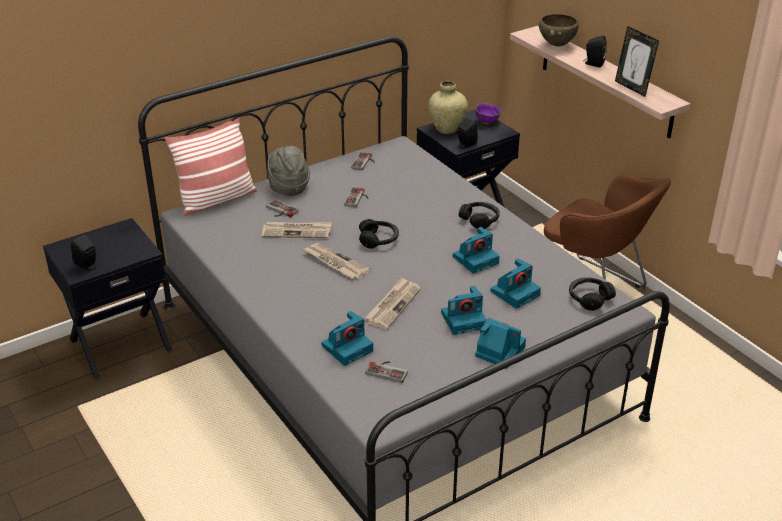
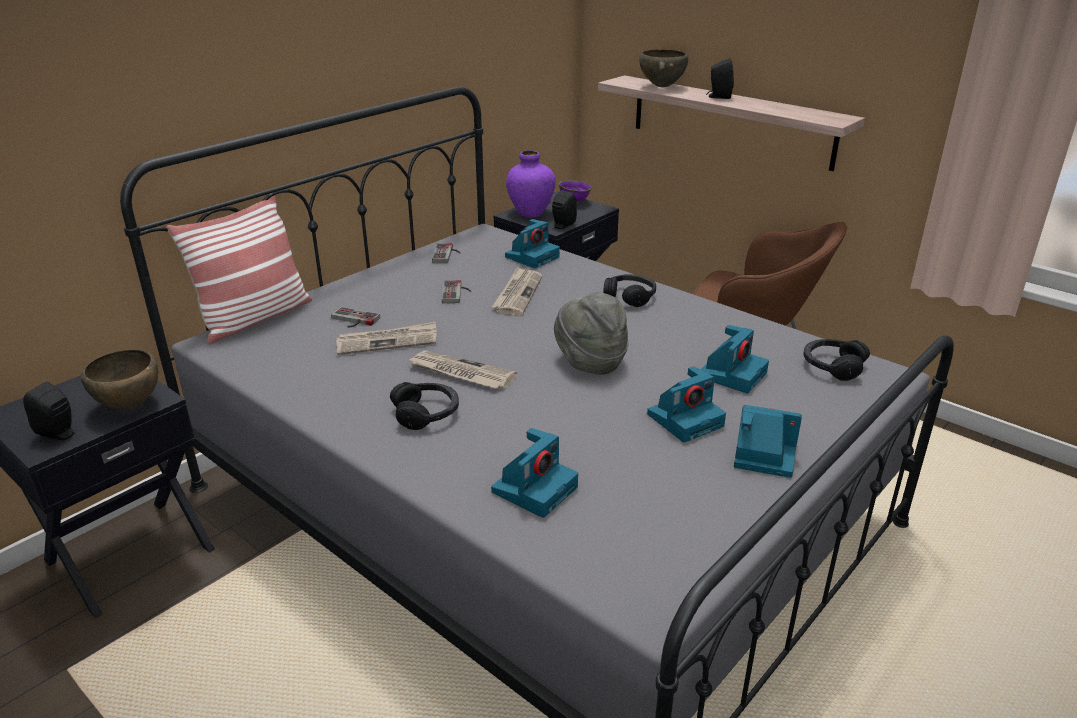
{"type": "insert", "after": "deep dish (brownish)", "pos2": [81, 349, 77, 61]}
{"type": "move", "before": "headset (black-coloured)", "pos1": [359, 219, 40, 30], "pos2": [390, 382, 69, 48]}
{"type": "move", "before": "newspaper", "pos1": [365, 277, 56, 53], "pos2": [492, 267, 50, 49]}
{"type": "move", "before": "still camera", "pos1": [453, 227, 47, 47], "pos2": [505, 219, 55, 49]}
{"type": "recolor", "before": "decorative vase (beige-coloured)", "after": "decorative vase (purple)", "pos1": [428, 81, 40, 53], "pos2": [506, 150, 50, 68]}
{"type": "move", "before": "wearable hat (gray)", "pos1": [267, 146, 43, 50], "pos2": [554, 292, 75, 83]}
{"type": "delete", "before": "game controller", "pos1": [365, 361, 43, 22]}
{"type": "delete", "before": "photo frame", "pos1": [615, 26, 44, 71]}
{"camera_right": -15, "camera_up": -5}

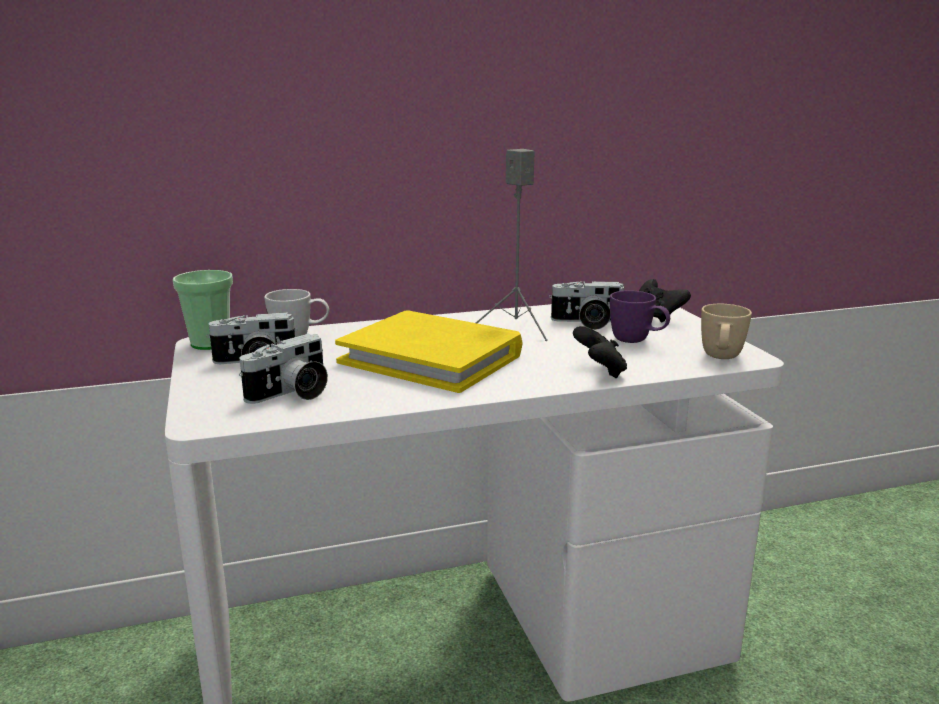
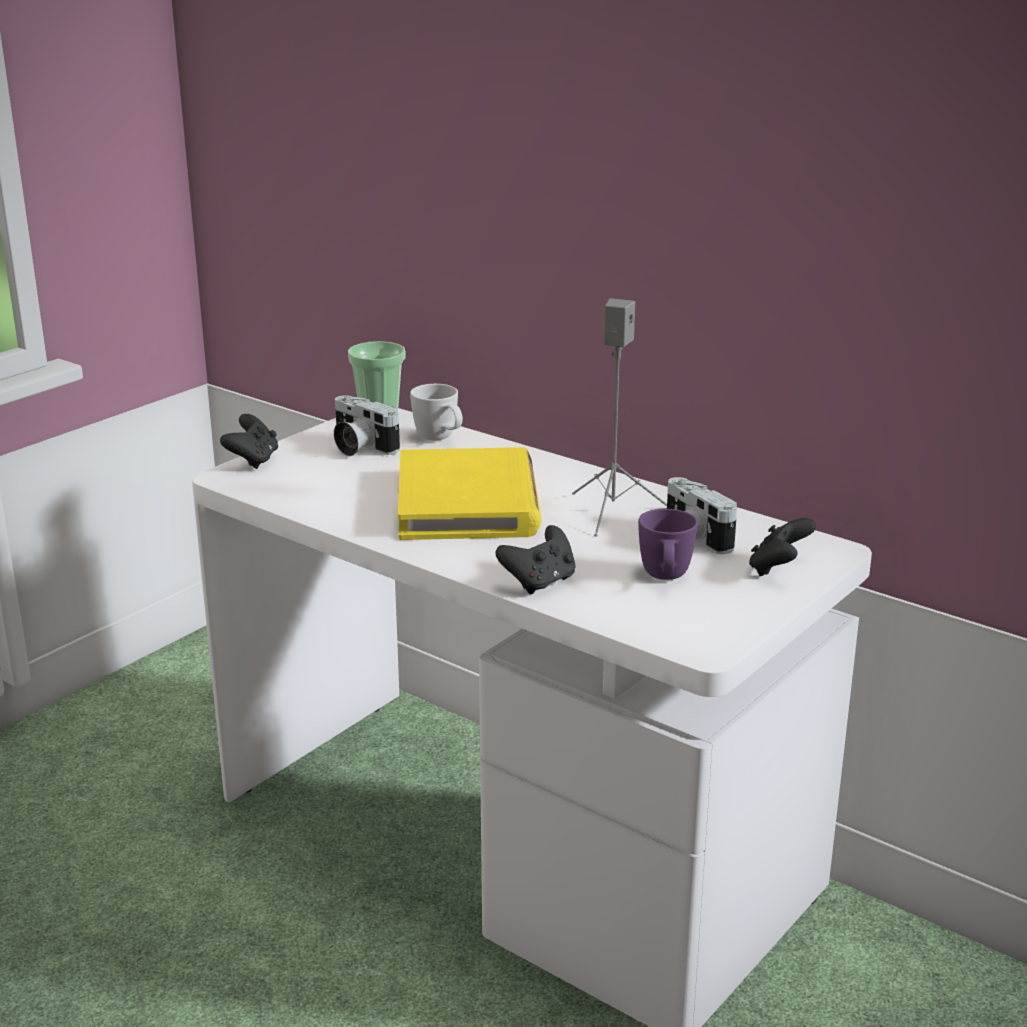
{"type": "insert", "after": "game controller (black-coloured)", "pos2": [220, 414, 58, 55]}
{"type": "delete", "before": "still camera", "pos1": [239, 334, 89, 70]}
{"type": "delete", "before": "tea mug (beige-coloured)", "pos1": [701, 304, 51, 55]}
{"camera_right": 55, "camera_up": 5}

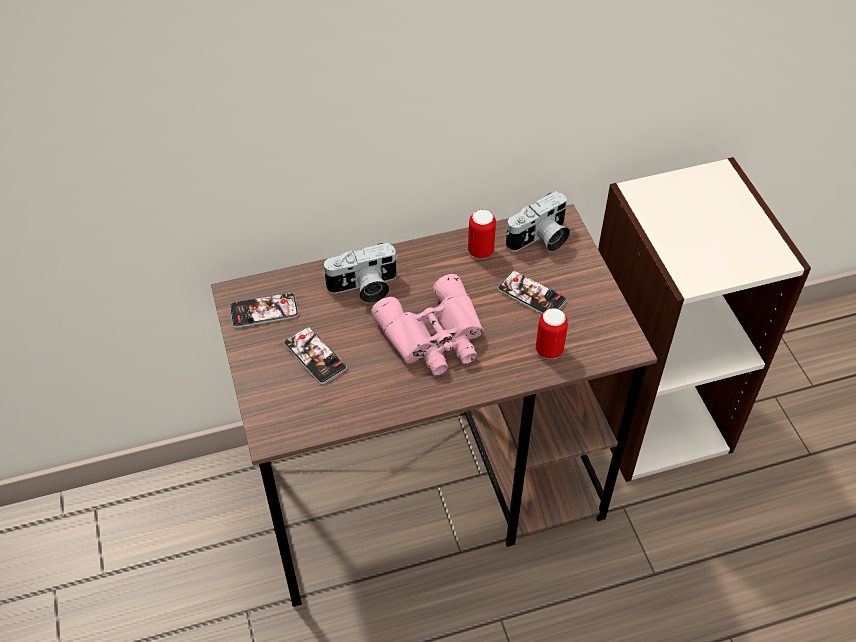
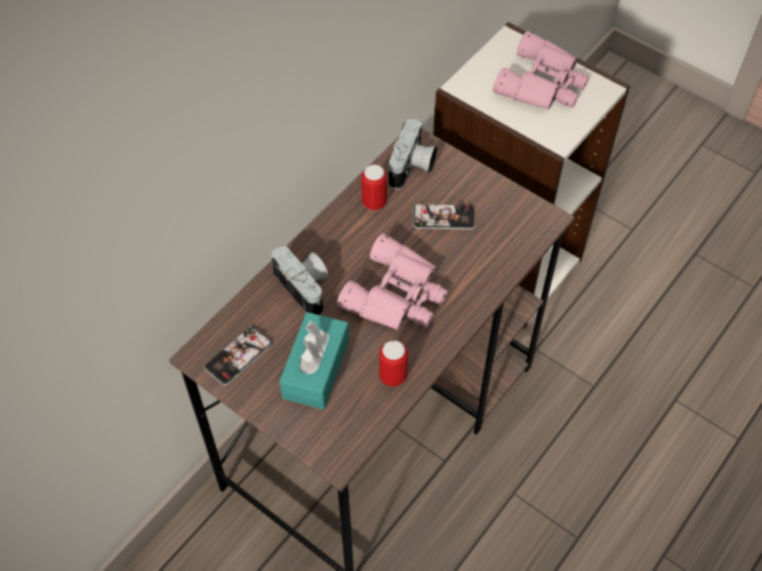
{"type": "rotate", "before": "still camera", "pos1": [322, 242, 76, 61], "pos2": [271, 245, 58, 70], "turn": -75}
{"type": "replace", "before": "phone", "after": "tissue holder (turquoise)", "pos1": [284, 327, 63, 57], "pos2": [279, 312, 70, 98]}
{"type": "move", "before": "metal can", "pos1": [536, 308, 32, 51], "pos2": [379, 340, 29, 47]}
{"type": "insert", "after": "binoculars (pink-coloured)", "pos2": [493, 31, 96, 78]}
{"camera_right": -35, "camera_up": 5}

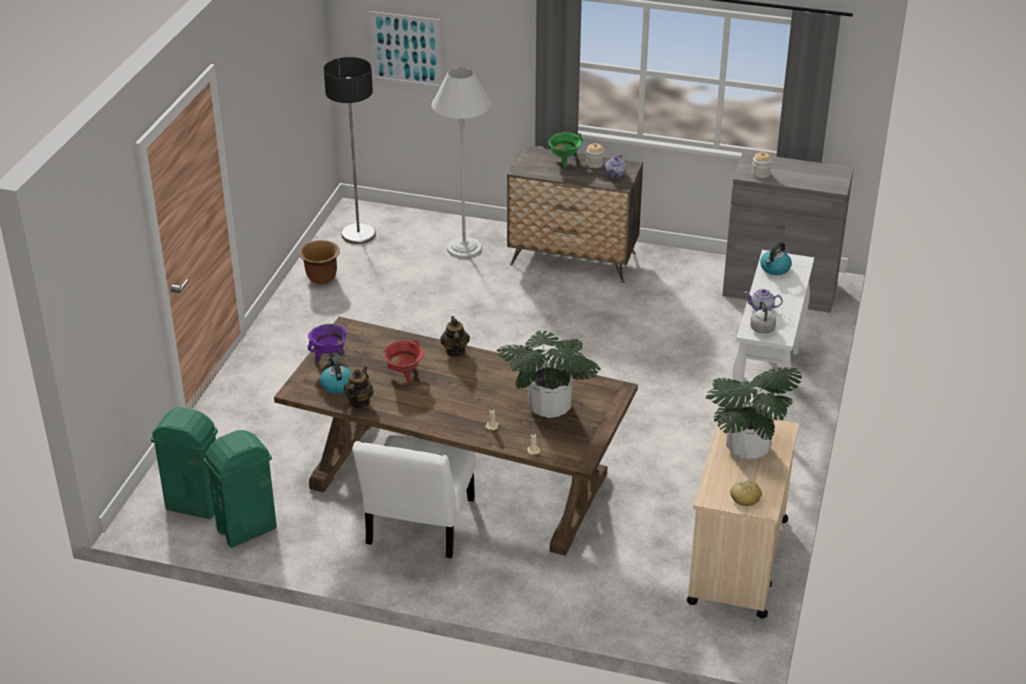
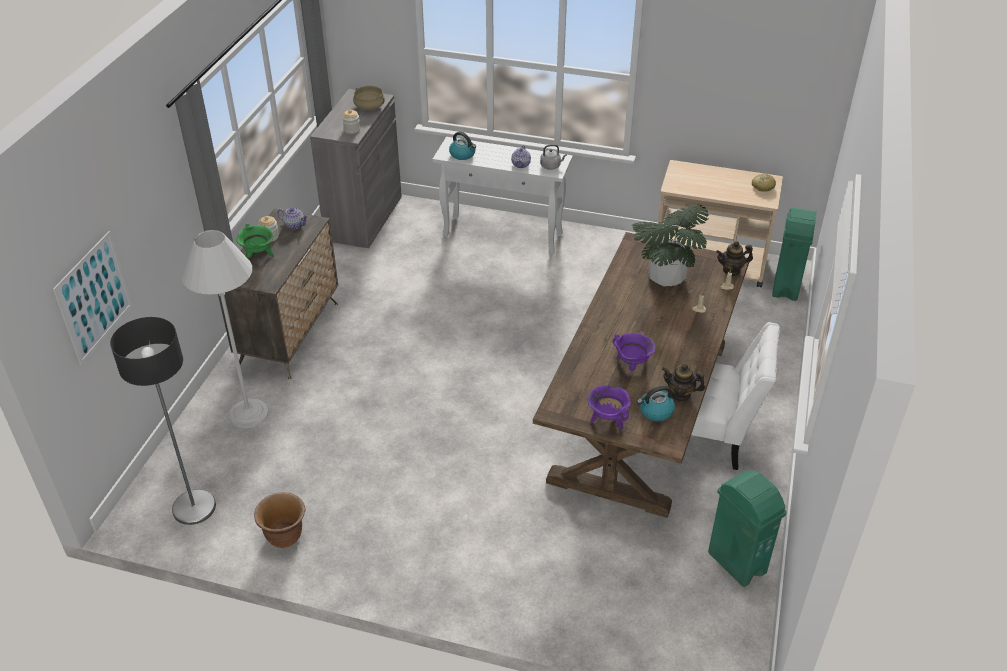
{"type": "insert", "after": "cooking pot (beige-coloured)", "pos2": [353, 86, 32, 24]}
{"type": "recolor", "before": "cooking pot (red-coloured)", "after": "cooking pot (purple)", "pos1": [384, 339, 40, 45], "pos2": [613, 333, 43, 38]}
{"type": "move", "before": "tea pot", "pos1": [440, 316, 30, 41], "pos2": [716, 241, 37, 35]}
{"type": "move", "before": "trash can (green-coloured)", "pos1": [151, 407, 67, 112], "pos2": [772, 207, 45, 94]}
{"type": "delete", "before": "plant in a pot", "pos1": [706, 367, 96, 92]}
{"camera_right": -90, "camera_up": 5}

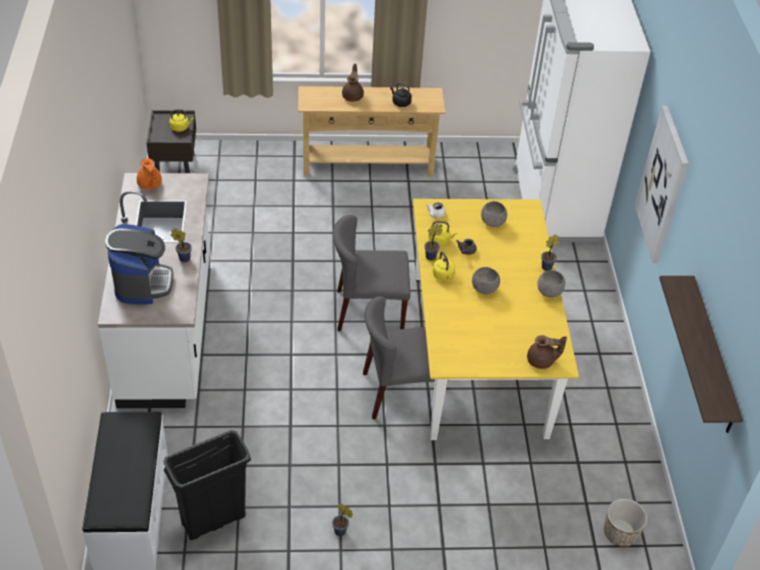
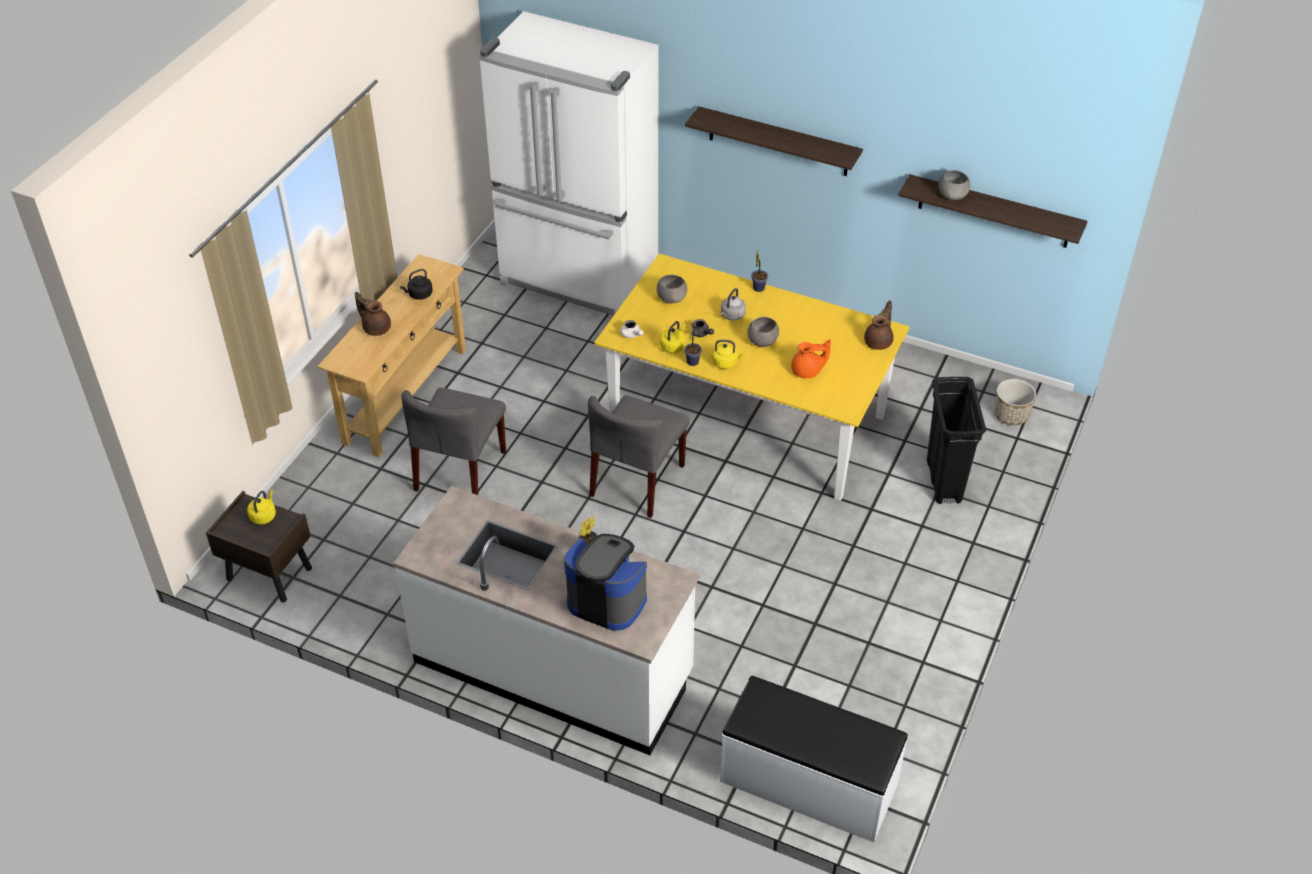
{"type": "move", "before": "chair (gray)", "pos1": [363, 296, 86, 123], "pos2": [401, 388, 105, 107]}
{"type": "replace", "before": "wall picture", "after": "bracket shelf", "pos1": [635, 106, 54, 157], "pos2": [685, 106, 178, 70]}
{"type": "insert", "after": "tea kettle (gray)", "pos2": [721, 288, 25, 33]}
{"type": "move", "before": "tea pot (orange-coloured)", "pos1": [137, 158, 25, 32], "pos2": [791, 339, 40, 39]}
{"type": "move", "before": "trash can (black-coloured)", "pos1": [164, 430, 87, 110], "pos2": [927, 377, 59, 127]}
{"type": "move", "before": "deep dish (gray)", "pos1": [537, 270, 28, 28], "pos2": [939, 170, 31, 30]}
{"type": "delete", "before": "plant in a pot", "pos1": [332, 504, 21, 32]}
{"camera_right": -60, "camera_up": 0}

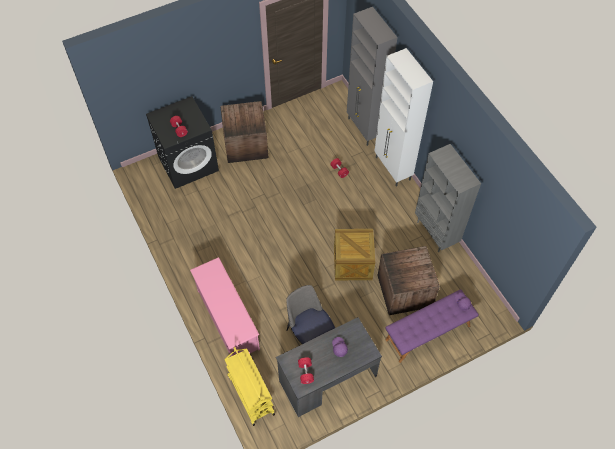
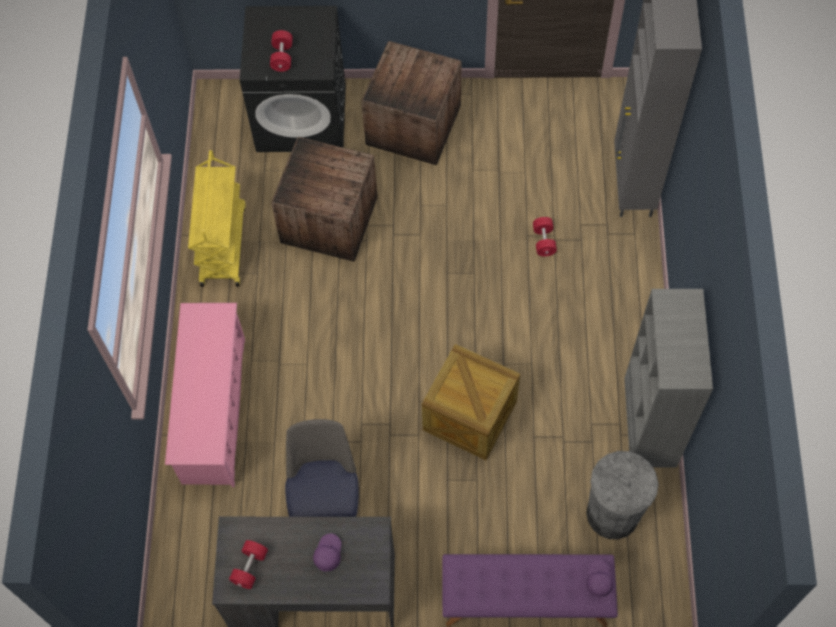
{"type": "move", "before": "wheeled cart (yellow-coloured)", "pos1": [224, 347, 51, 79], "pos2": [188, 150, 58, 137]}
{"type": "move", "before": "crate", "pos1": [378, 246, 62, 69], "pos2": [271, 137, 107, 125]}
{"type": "insert", "after": "trash can (gray)", "pos2": [586, 451, 73, 88]}
{"type": "delete", "before": "cabinet (white-coloured)", "pos1": [374, 48, 59, 139]}
{"camera_right": 30, "camera_up": 5}

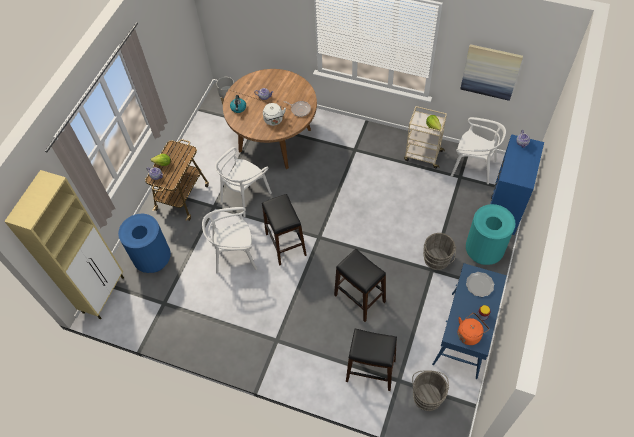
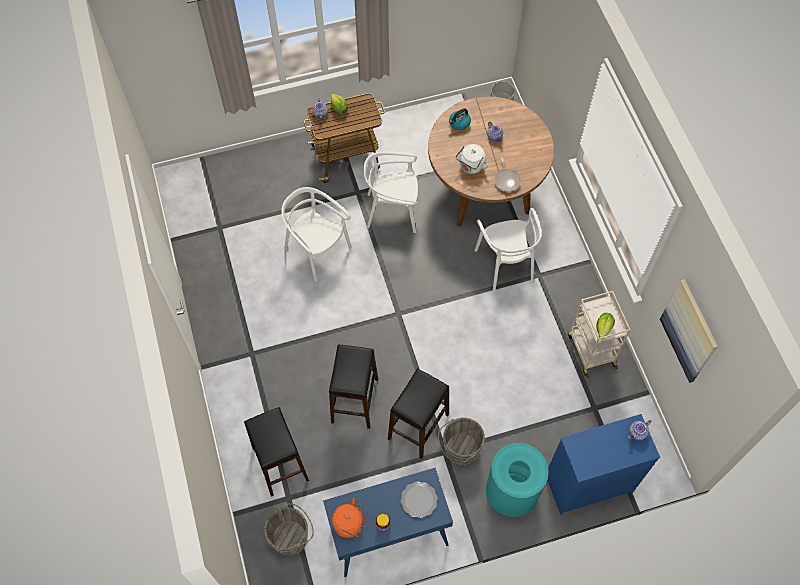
{"type": "move", "before": "sitting stool (black-coloured)", "pos1": [262, 194, 45, 72], "pos2": [388, 369, 61, 90]}
{"type": "move", "before": "chair (white-coloured)", "pos1": [450, 117, 56, 67], "pos2": [474, 208, 68, 84]}
{"type": "delete", "before": "cabinet (beige-coloured)", "pos1": [4, 170, 120, 149]}
{"type": "delete", "before": "trash can (blue-coloured)", "pos1": [118, 214, 53, 59]}
{"camera_right": 50, "camera_up": 5}

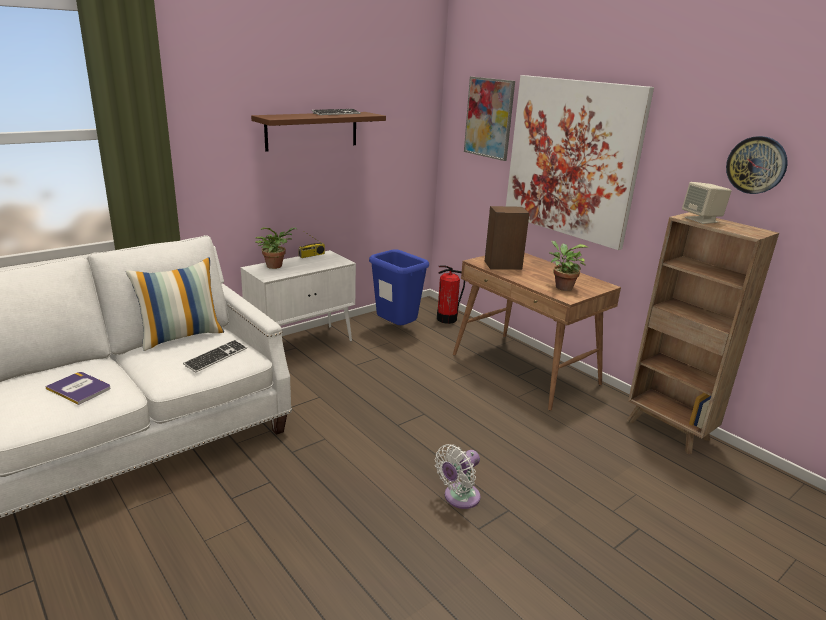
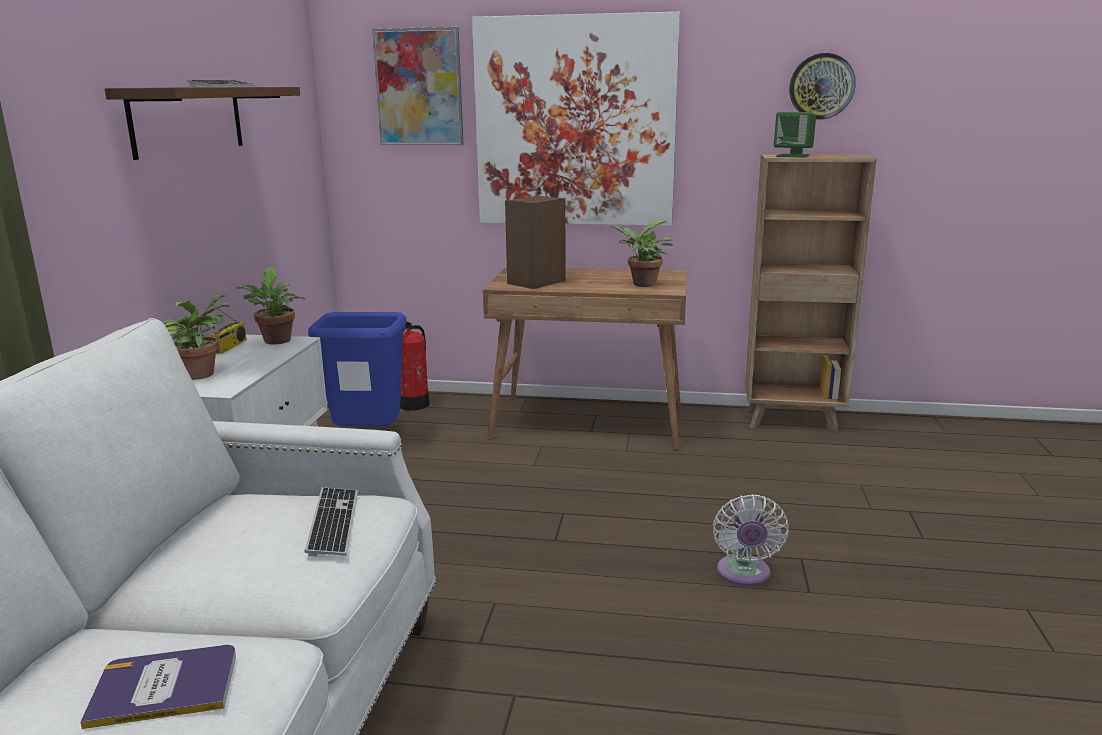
{"type": "insert", "after": "plant in a pot", "pos2": [236, 267, 69, 77]}
{"type": "recolor", "before": "speaker (beige-coloured)", "after": "speaker (green-coloured)", "pos1": [682, 182, 50, 42], "pos2": [774, 112, 42, 45]}
{"type": "delete", "before": "pillow", "pos1": [126, 257, 98, 94]}
{"camera_right": -40, "camera_up": -5}

